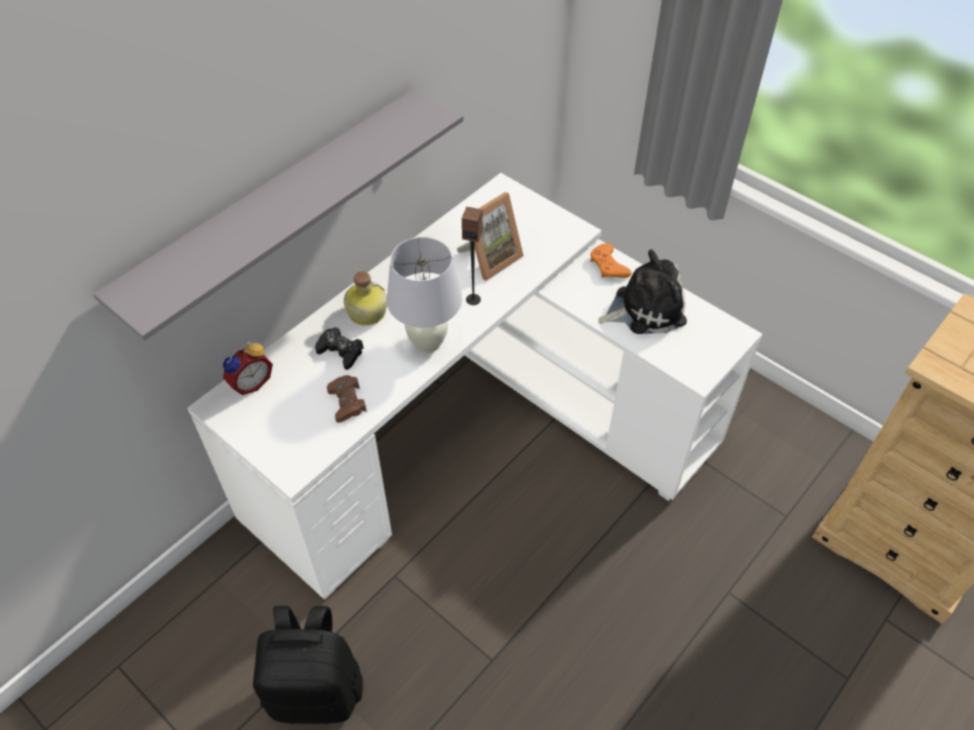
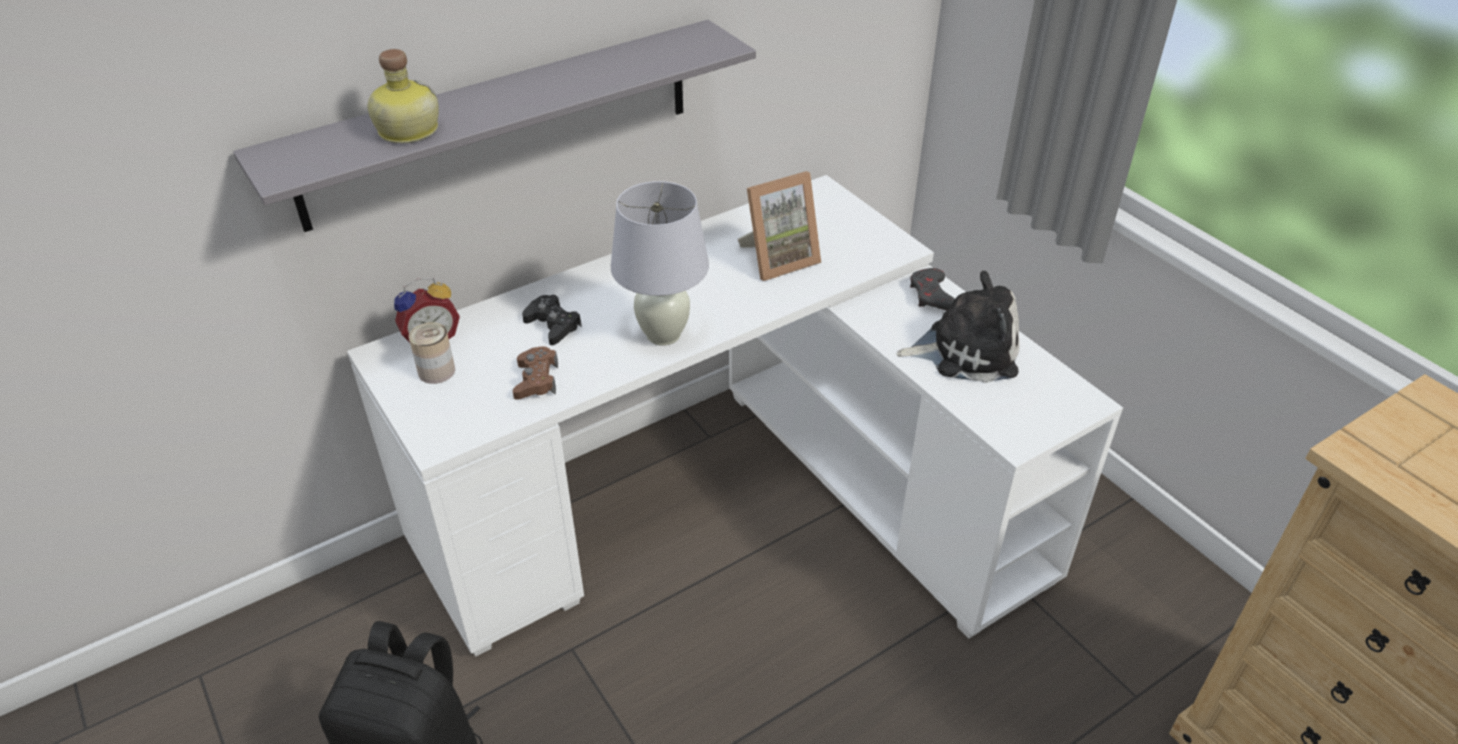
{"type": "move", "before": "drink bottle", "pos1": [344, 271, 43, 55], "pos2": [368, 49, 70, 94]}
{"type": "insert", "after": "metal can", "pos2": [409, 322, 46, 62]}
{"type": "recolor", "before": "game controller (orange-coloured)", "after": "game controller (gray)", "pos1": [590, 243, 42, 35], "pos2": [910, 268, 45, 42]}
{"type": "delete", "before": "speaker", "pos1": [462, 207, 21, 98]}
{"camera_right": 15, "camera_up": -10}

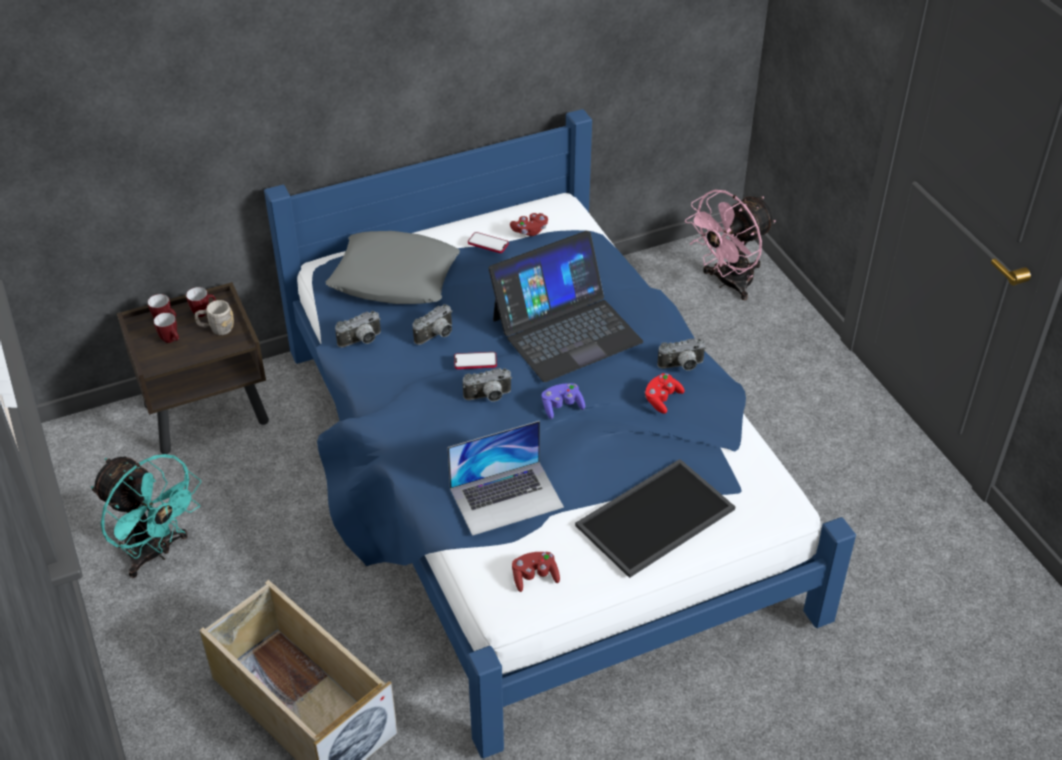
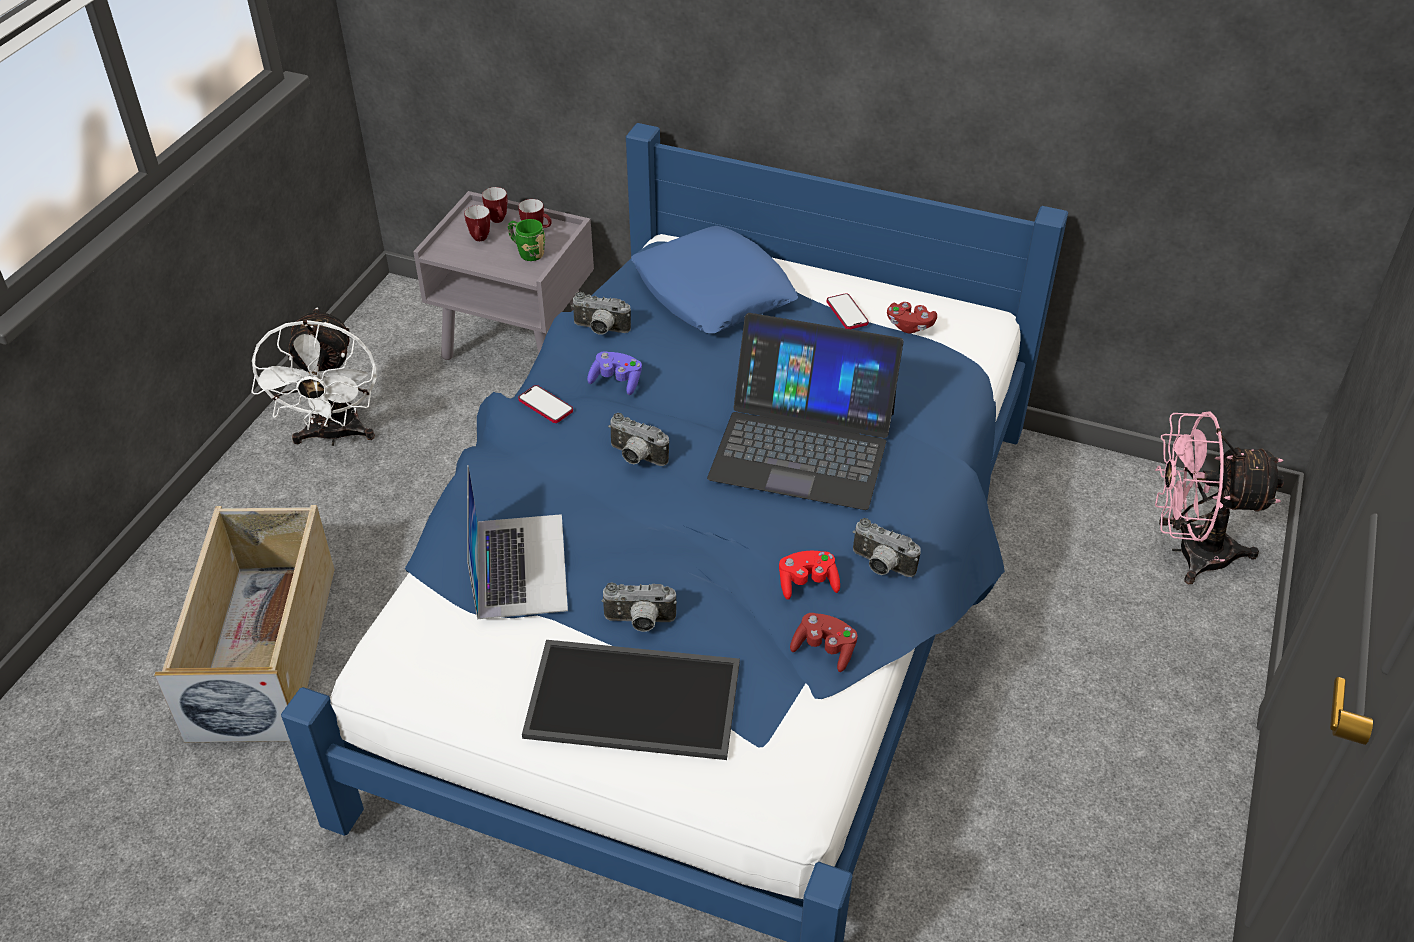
{"type": "recolor", "before": "fan (turquoise)", "after": "fan (white-coloured)", "pos1": [91, 454, 110, 124], "pos2": [251, 308, 126, 138]}
{"type": "recolor", "before": "night table (brownish)", "after": "night table (gray)", "pos1": [117, 282, 152, 172], "pos2": [413, 191, 181, 169]}
{"type": "rotate", "before": "laptop", "pos1": [447, 421, 117, 115], "pos2": [467, 465, 101, 154], "turn": -120}
{"type": "recolor", "before": "tea mug (gray)", "after": "tea mug (green-coloured)", "pos1": [195, 300, 39, 35], "pos2": [508, 219, 37, 42]}
{"type": "move", "before": "phone", "pos1": [454, 352, 43, 17], "pos2": [518, 385, 55, 38]}
{"type": "move", "before": "game controller (purple)", "pos1": [542, 383, 43, 36], "pos2": [587, 351, 55, 44]}
{"type": "move", "before": "still camera", "pos1": [413, 304, 39, 41], "pos2": [602, 583, 75, 49]}
{"type": "recolor", "before": "pillow (gray)", "after": "pillow (blue-coloured)", "pos1": [326, 231, 134, 73], "pos2": [631, 226, 167, 108]}
{"type": "move", "before": "game controller (red-coloured)", "pos1": [512, 552, 48, 40], "pos2": [790, 613, 68, 59]}
{"camera_right": 45, "camera_up": 0}

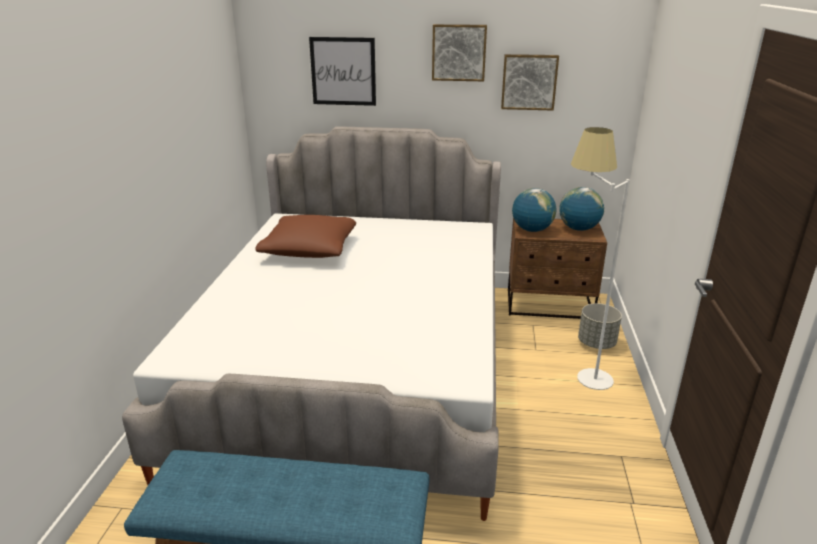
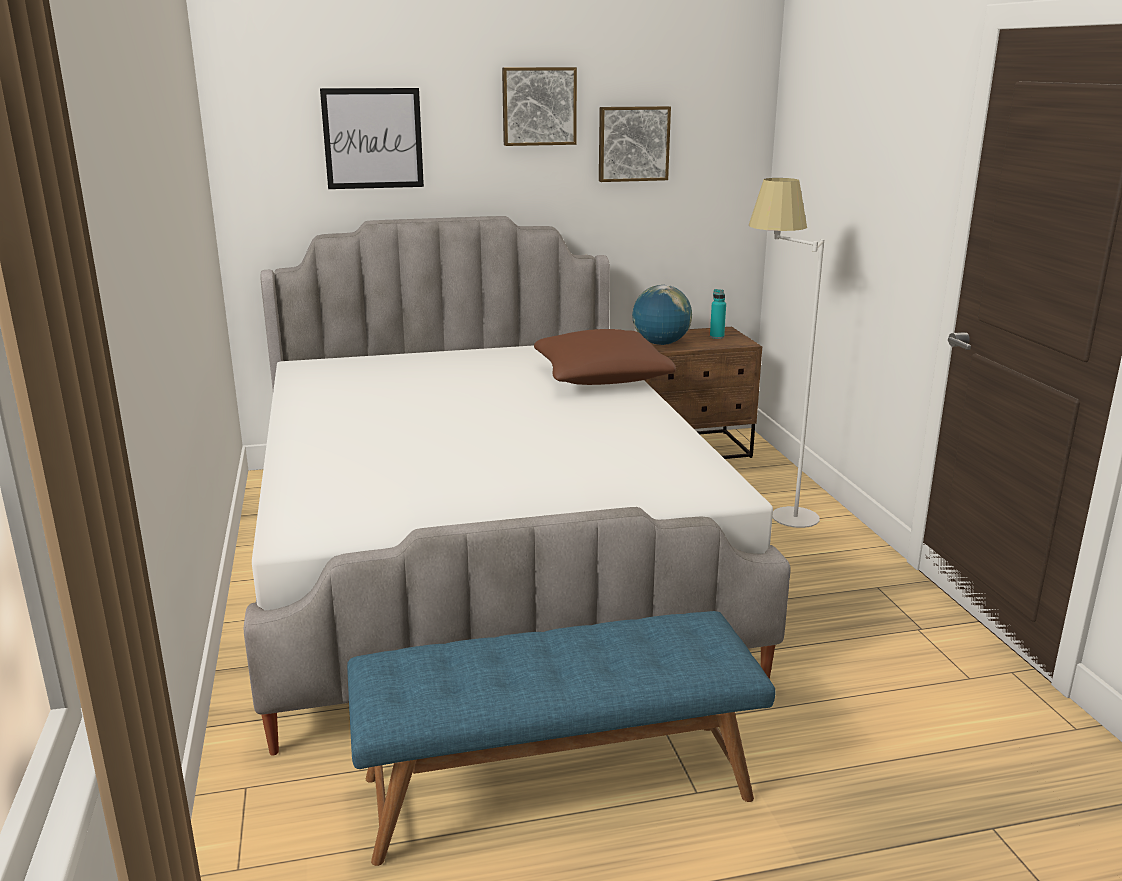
{"type": "move", "before": "pillow (brownish)", "pos1": [255, 215, 101, 43], "pos2": [534, 329, 142, 56]}
{"type": "replace", "before": "desk globe", "after": "drink bottle (turquoise)", "pos1": [559, 187, 45, 44], "pos2": [710, 289, 16, 50]}
{"type": "delete", "before": "flower pot (gray)", "pos1": [578, 303, 44, 46]}
{"camera_right": -20, "camera_up": -5}

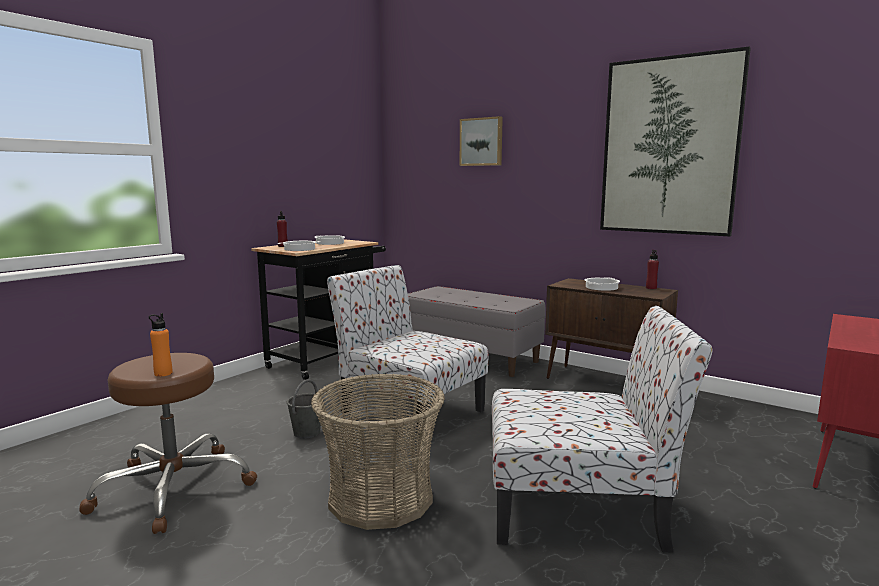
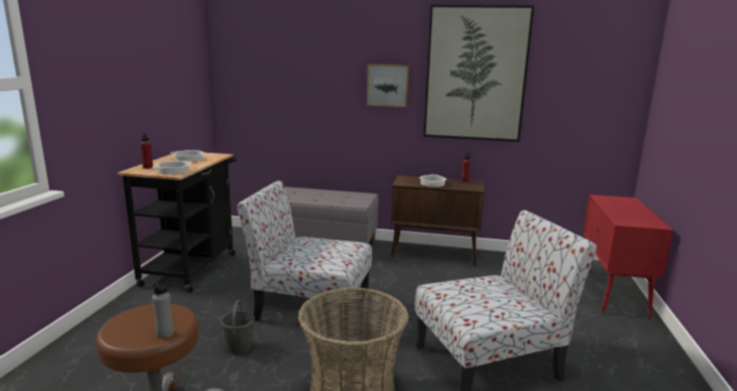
{"type": "recolor", "before": "drink bottle (orange-coloured)", "after": "drink bottle (gray)", "pos1": [149, 313, 24, 64], "pos2": [152, 277, 22, 61]}
{"type": "move", "before": "wall picture", "pos1": [460, 116, 43, 50], "pos2": [367, 64, 42, 43]}
{"camera_right": -25, "camera_up": 5}

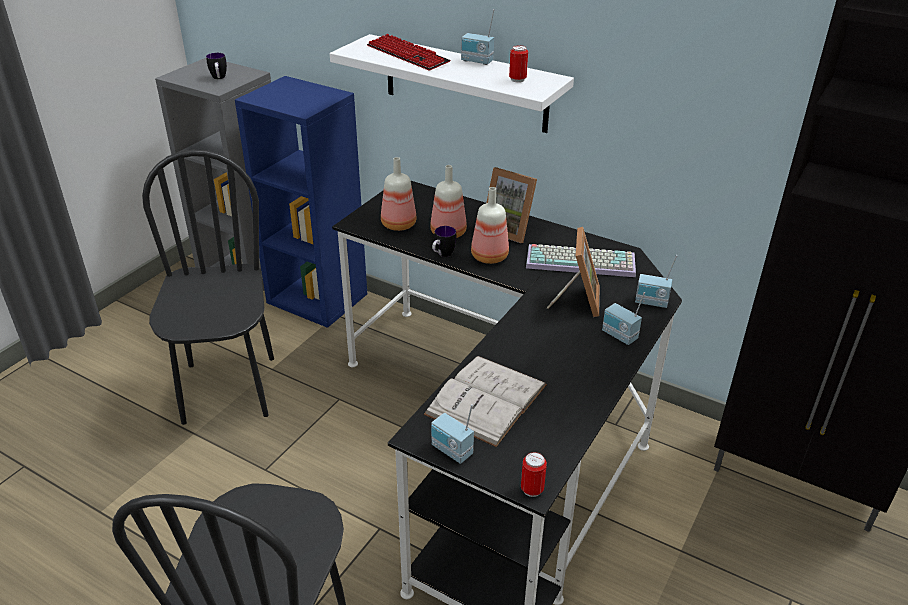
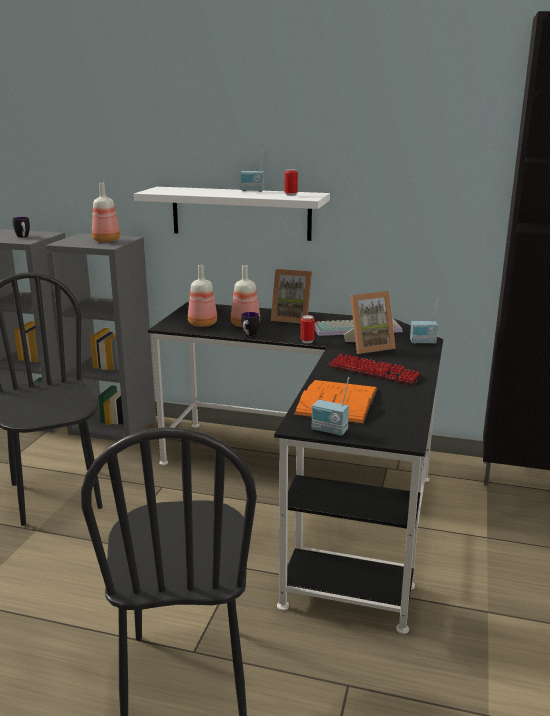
{"type": "recolor", "before": "bookshelf (blue-coloured)", "after": "bookshelf (gray)", "pos1": [235, 76, 132, 252], "pos2": [45, 233, 111, 208]}
{"type": "move", "before": "drink bottle", "pos1": [471, 187, 38, 77], "pos2": [92, 183, 28, 59]}
{"type": "recolor", "before": "book (white-coloured)", "after": "book (orange-coloured)", "pos1": [424, 356, 123, 91], "pos2": [294, 380, 83, 44]}
{"type": "move", "before": "metal can", "pos1": [521, 452, 26, 45], "pos2": [301, 315, 14, 28]}
{"type": "move", "before": "keyboard", "pos1": [367, 34, 83, 37], "pos2": [328, 353, 95, 32]}
{"type": "rotate", "before": "photo frame", "pos1": [547, 227, 53, 90], "pos2": [343, 291, 53, 63], "turn": 75}
{"type": "delete", "before": "radio", "pos1": [602, 292, 43, 53]}
{"camera_right": -15, "camera_up": -15}

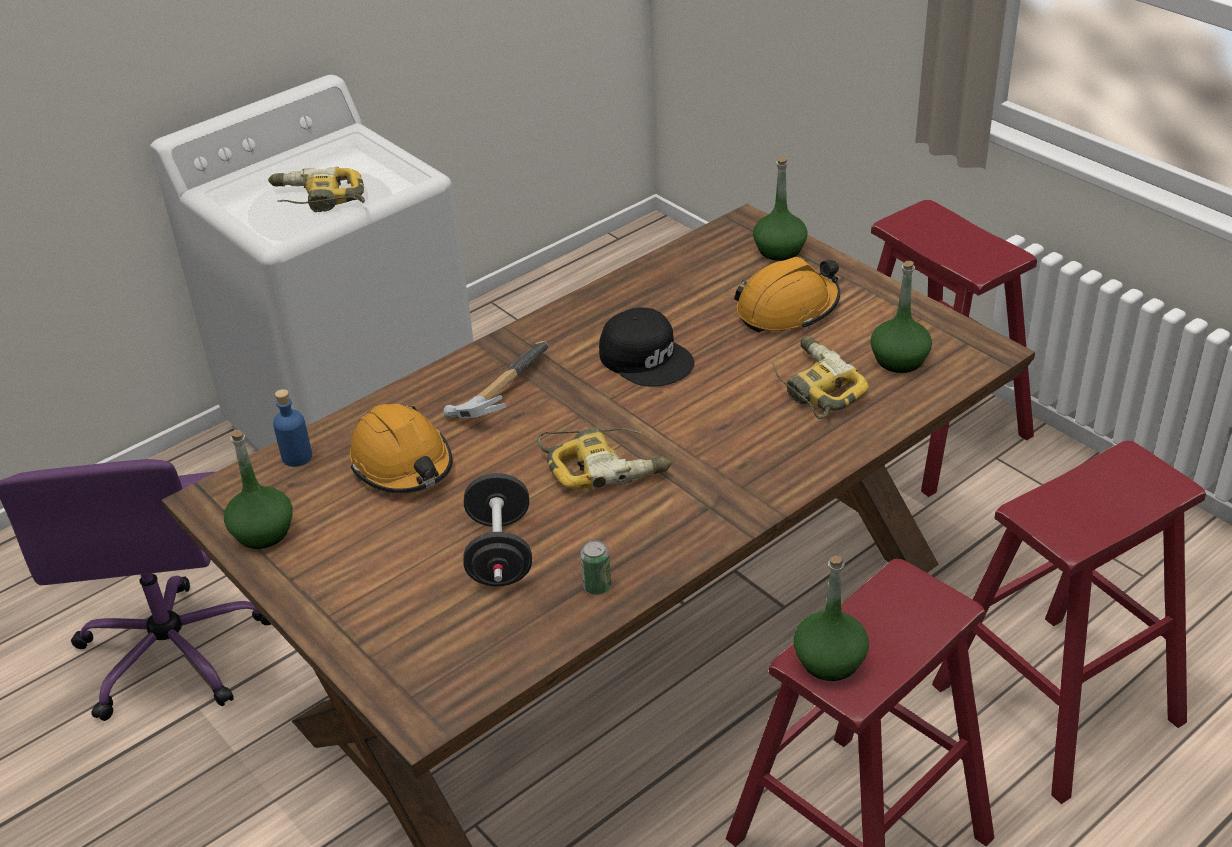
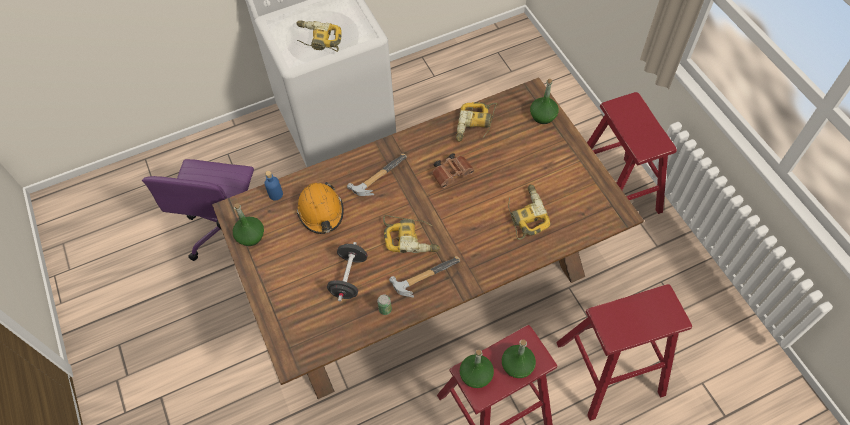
{"type": "insert", "after": "hammer", "pos2": [389, 256, 71, 42]}
{"type": "replace", "before": "baseball cap (black-coloured)", "after": "binoculars (brownish)", "pos1": [599, 308, 95, 79], "pos2": [432, 153, 42, 35]}
{"type": "insert", "after": "electric drill", "pos2": [456, 102, 41, 40]}
{"type": "move", "before": "drink bottle (green-coloured)", "pos1": [870, 261, 62, 112], "pos2": [502, 339, 34, 39]}
{"type": "delete", "before": "safety helmet (orange-coloured)", "pos1": [734, 257, 106, 75]}
{"camera_right": 15, "camera_up": 20}

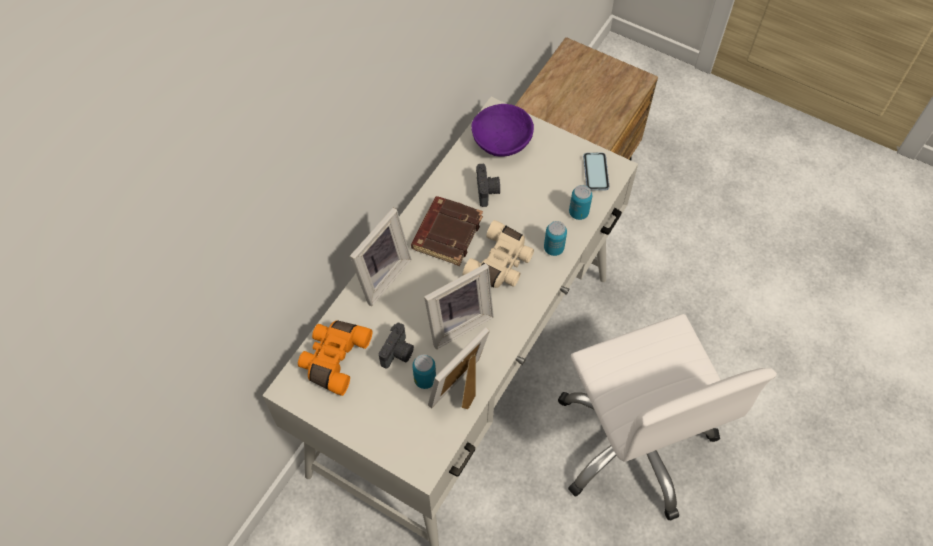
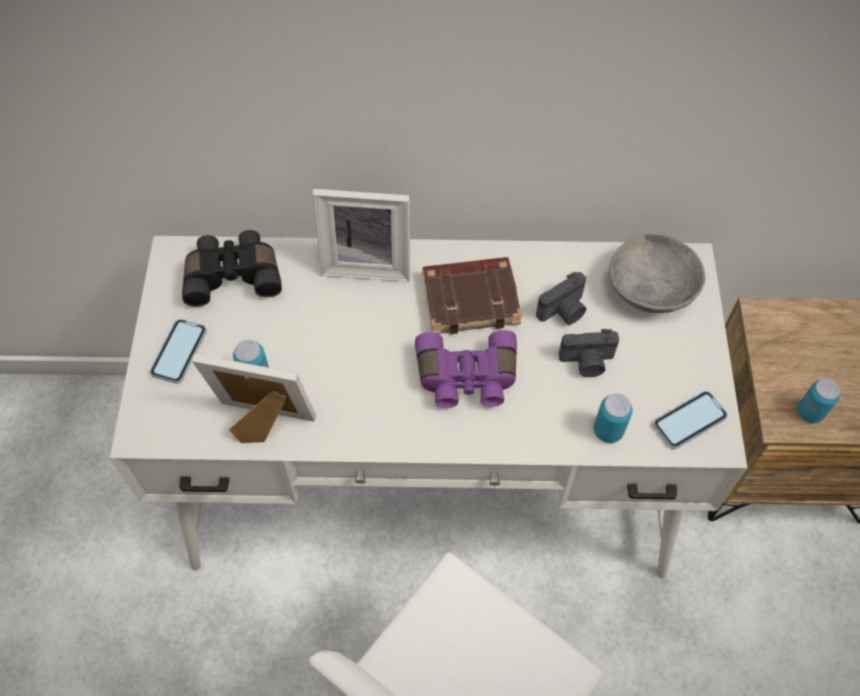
{"type": "insert", "after": "phone", "pos2": [150, 319, 57, 65]}
{"type": "recolor", "before": "binoculars (orange-coloured)", "after": "binoculars (black-coloured)", "pos1": [298, 321, 75, 75], "pos2": [182, 230, 100, 77]}
{"type": "recolor", "before": "binoculars (beige-coloured)", "after": "binoculars (purple)", "pos1": [462, 220, 72, 68], "pos2": [415, 330, 102, 78]}
{"type": "move", "before": "still camera", "pos1": [379, 323, 35, 45], "pos2": [559, 329, 60, 48]}
{"type": "recolor", "before": "deep dish (purple)", "after": "deep dish (gray)", "pos1": [471, 104, 63, 53], "pos2": [609, 234, 96, 79]}
{"type": "move", "before": "metal can", "pos1": [544, 221, 23, 35], "pos2": [797, 379, 43, 44]}
{"type": "delete", "before": "photo frame", "pos1": [424, 263, 70, 86]}
{"camera_right": 60, "camera_up": 0}

